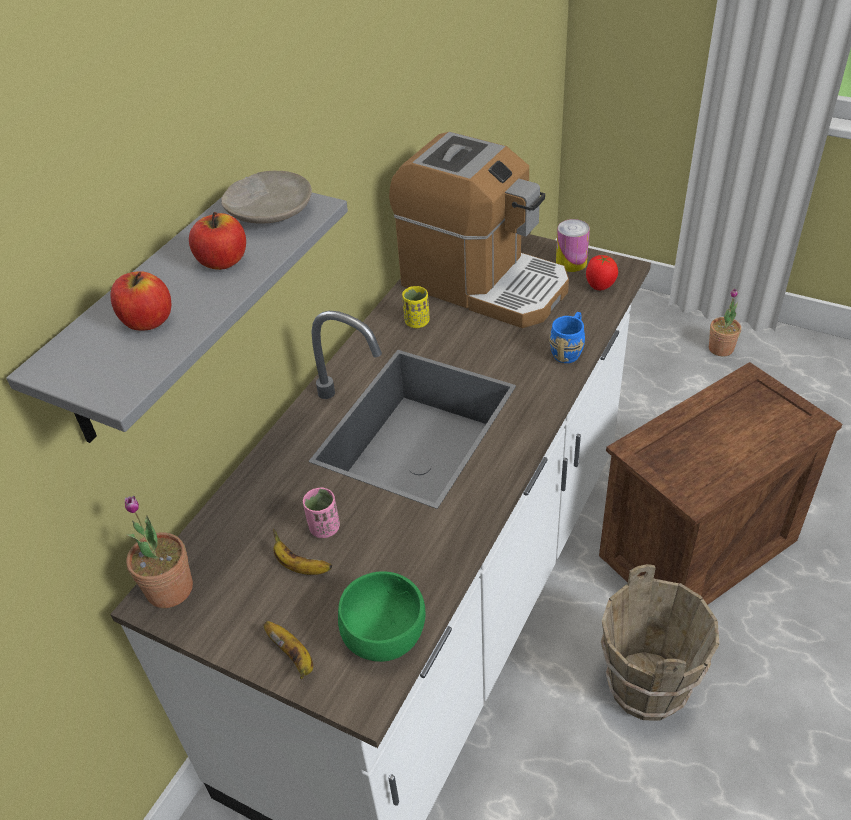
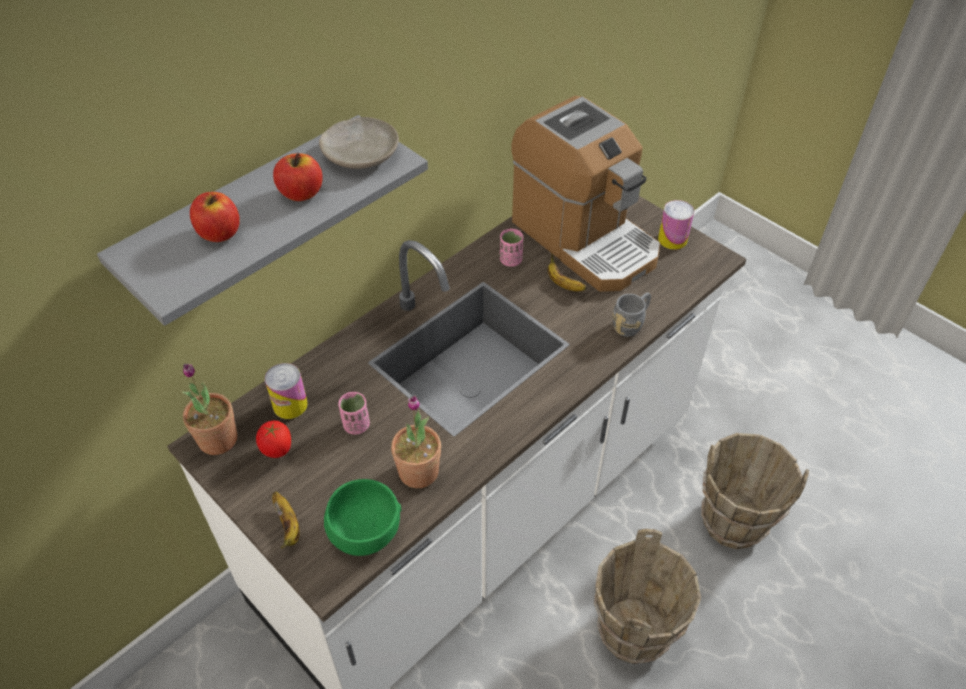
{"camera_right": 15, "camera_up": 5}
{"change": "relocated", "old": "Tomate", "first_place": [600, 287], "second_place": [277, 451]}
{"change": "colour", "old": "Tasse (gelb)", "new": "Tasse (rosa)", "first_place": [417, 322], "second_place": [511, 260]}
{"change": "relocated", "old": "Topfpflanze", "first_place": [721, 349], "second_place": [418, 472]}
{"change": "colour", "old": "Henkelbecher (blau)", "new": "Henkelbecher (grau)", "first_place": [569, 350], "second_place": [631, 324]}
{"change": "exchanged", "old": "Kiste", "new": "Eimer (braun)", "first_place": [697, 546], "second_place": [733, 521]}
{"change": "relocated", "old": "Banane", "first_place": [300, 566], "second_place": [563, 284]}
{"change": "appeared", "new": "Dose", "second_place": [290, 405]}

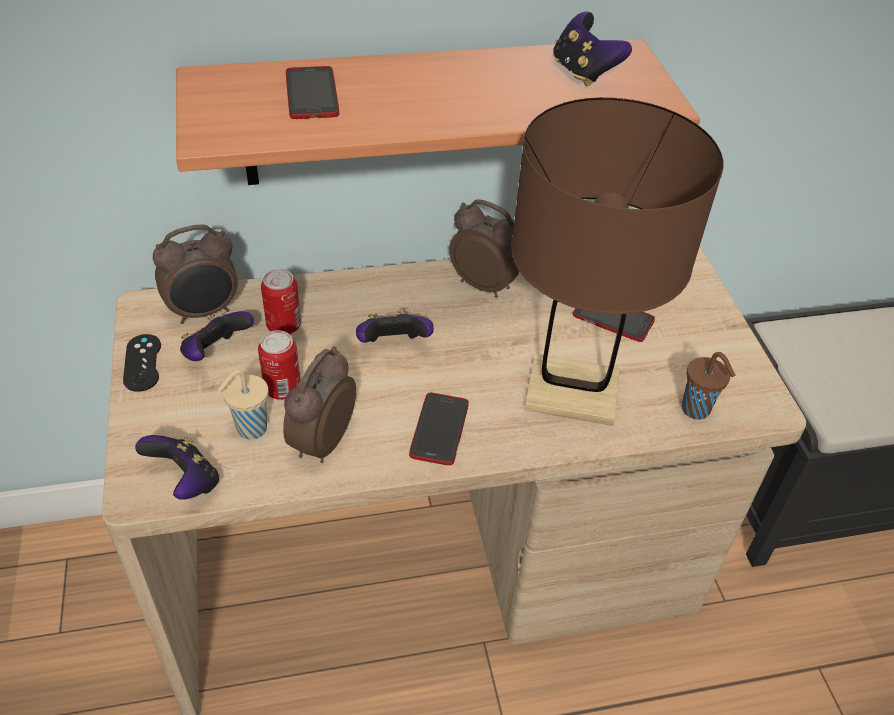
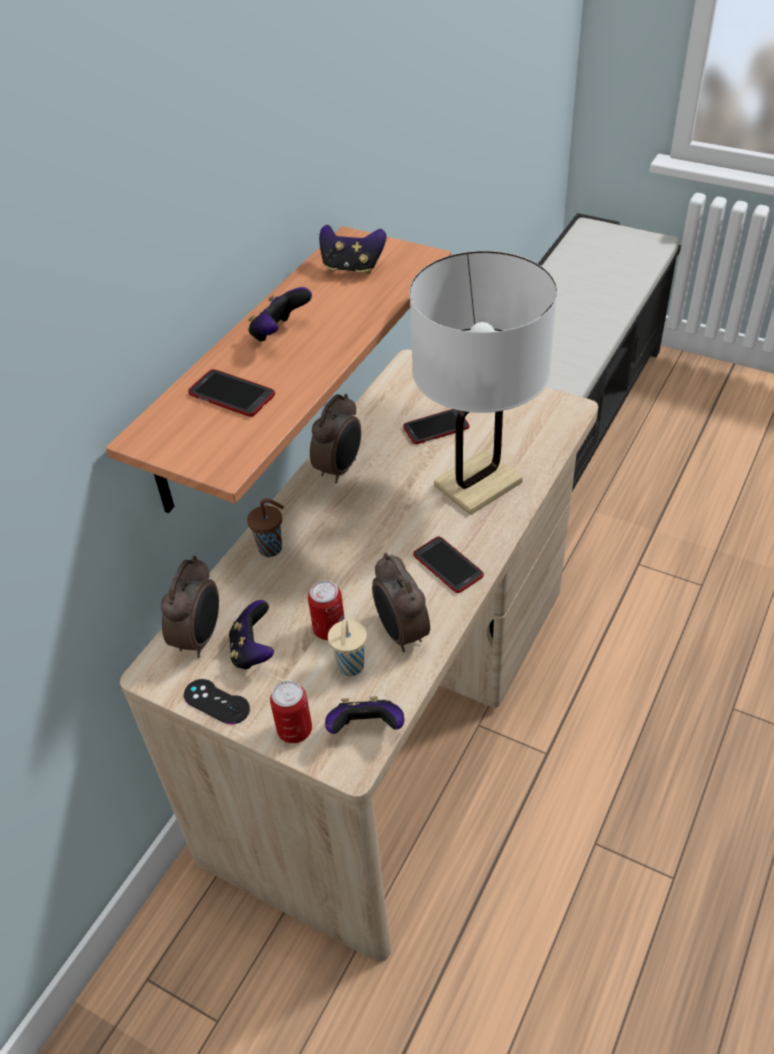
{"camera_right": -45, "camera_up": 0}
{"change": "colour", "old": "Tischlampe (braun)", "new": "Tischlampe (weiß)", "first_place": [571, 392], "second_place": [478, 484]}
{"change": "spun", "old": "Wecker", "first_place": [484, 284], "second_place": [340, 469], "degrees": 135}
{"change": "relocated", "old": "Dose", "first_place": [283, 326], "second_place": [295, 730]}
{"change": "relocated", "old": "Gamepad", "first_place": [393, 345], "second_place": [279, 334]}
{"change": "relocated", "old": "Tasse (braun)", "first_place": [697, 410], "second_place": [272, 548]}

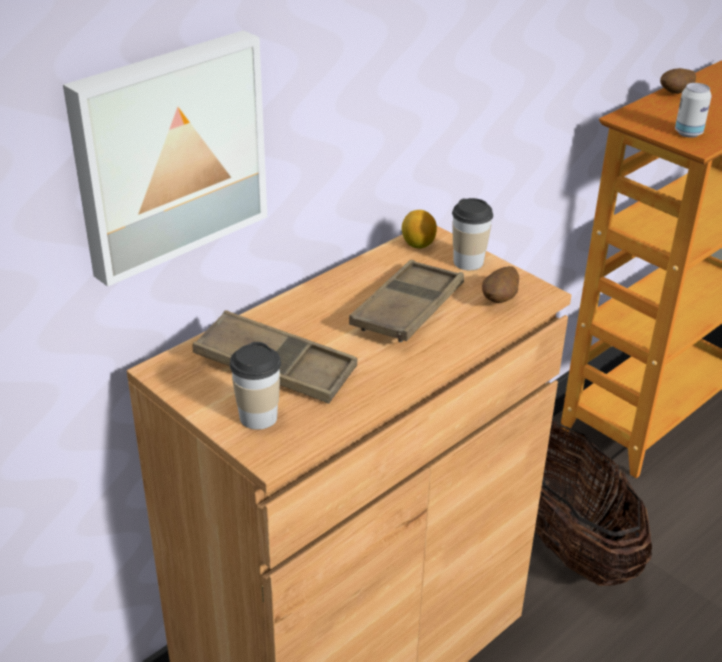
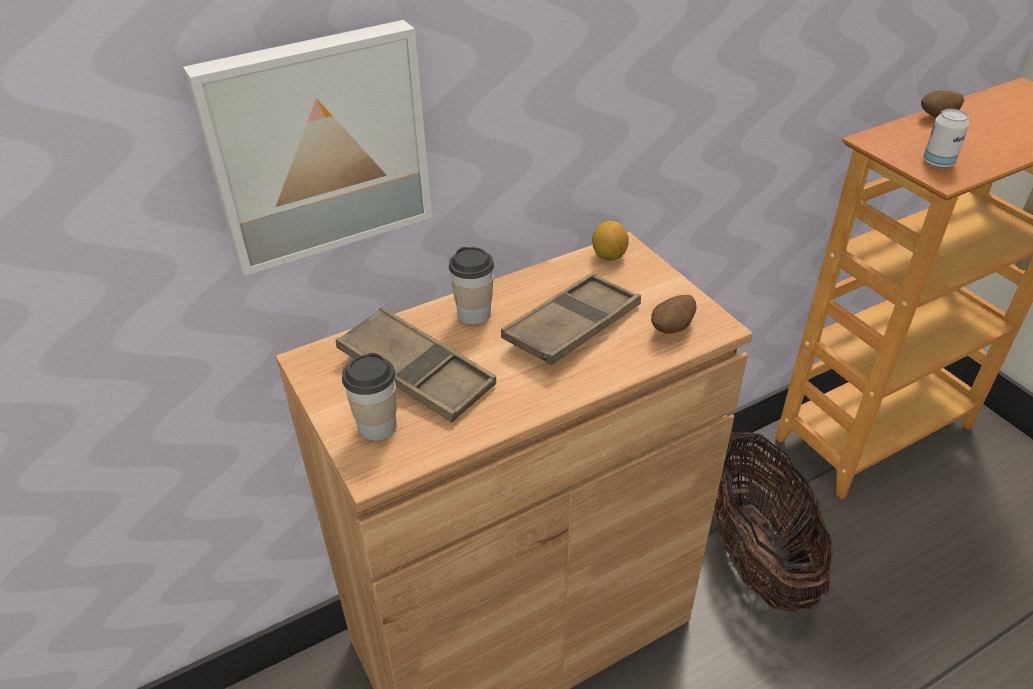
{"camera_right": 15, "camera_up": 5}
{"change": "relocated", "old": "Tasse", "first_place": [468, 262], "second_place": [474, 314]}

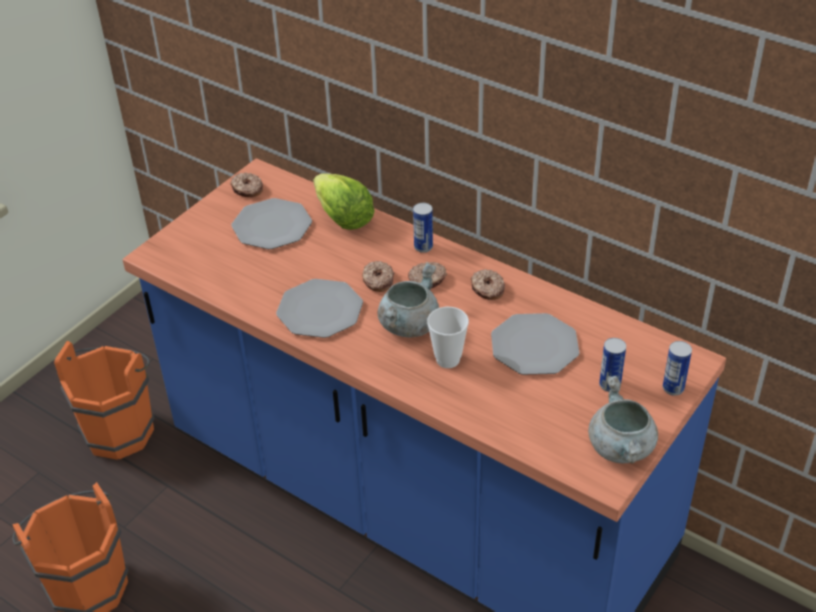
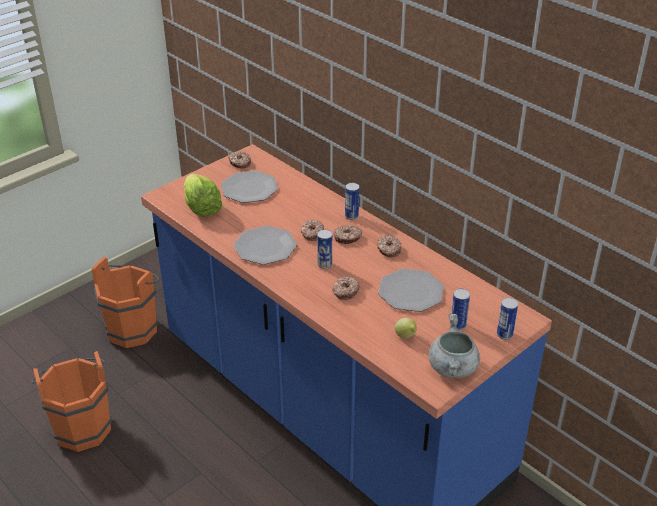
{"camera_right": 10, "camera_up": -5}
{"change": "relocated", "old": "Salatkopf", "first_place": [343, 218], "second_place": [201, 208]}
{"change": "exchanged", "old": "Kochtopf (grau)", "new": "Dose", "first_place": [408, 324], "second_place": [324, 264]}
{"change": "exchanged", "old": "Tasse", "new": "Donut", "first_place": [448, 359], "second_place": [345, 291]}
{"change": "appeared", "new": "Zitrone", "second_place": [406, 337]}

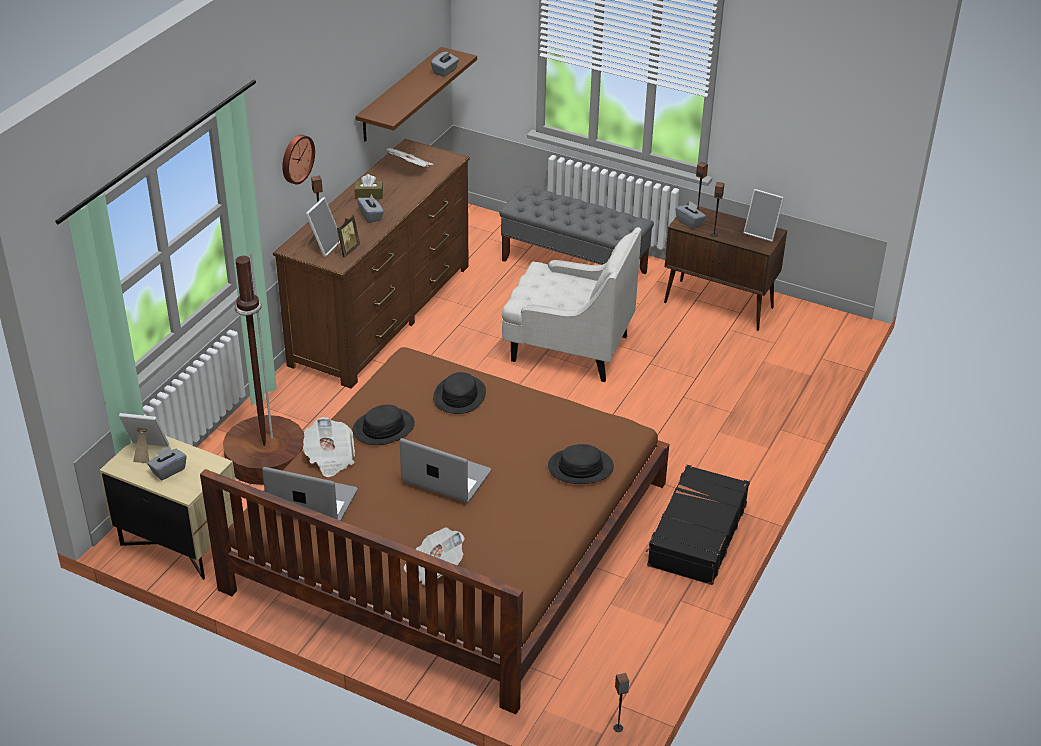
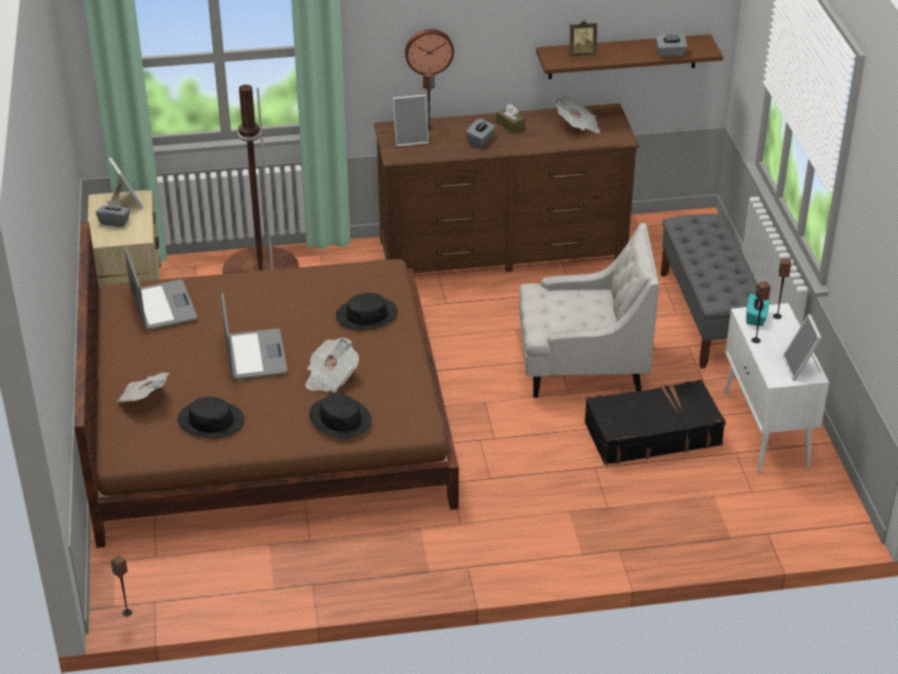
{"camera_right": 55, "camera_up": 0}
{"change": "colour", "old": "Taschentuchbox (grau)", "new": "Taschentuchbox (türkis)", "first_place": [689, 222], "second_place": [756, 318]}
{"change": "colour", "old": "Schrank (braun)", "new": "Schrank (weiß)", "first_place": [719, 305], "second_place": [766, 430]}
{"change": "relocated", "old": "Bilderrahmen", "first_place": [346, 250], "second_place": [581, 54]}
{"change": "spun", "old": "Sessel (weiß)", "first_place": [568, 348], "second_place": [581, 368], "degrees": -75}
{"change": "relocated", "old": "Hut (schwarz)", "first_place": [383, 428], "second_place": [211, 421]}
{"change": "relocated", "old": "Zeitung", "first_place": [330, 458], "second_place": [330, 378]}
{"change": "relocated", "old": "Koffer (schwarz)", "first_place": [696, 535], "second_place": [652, 433]}

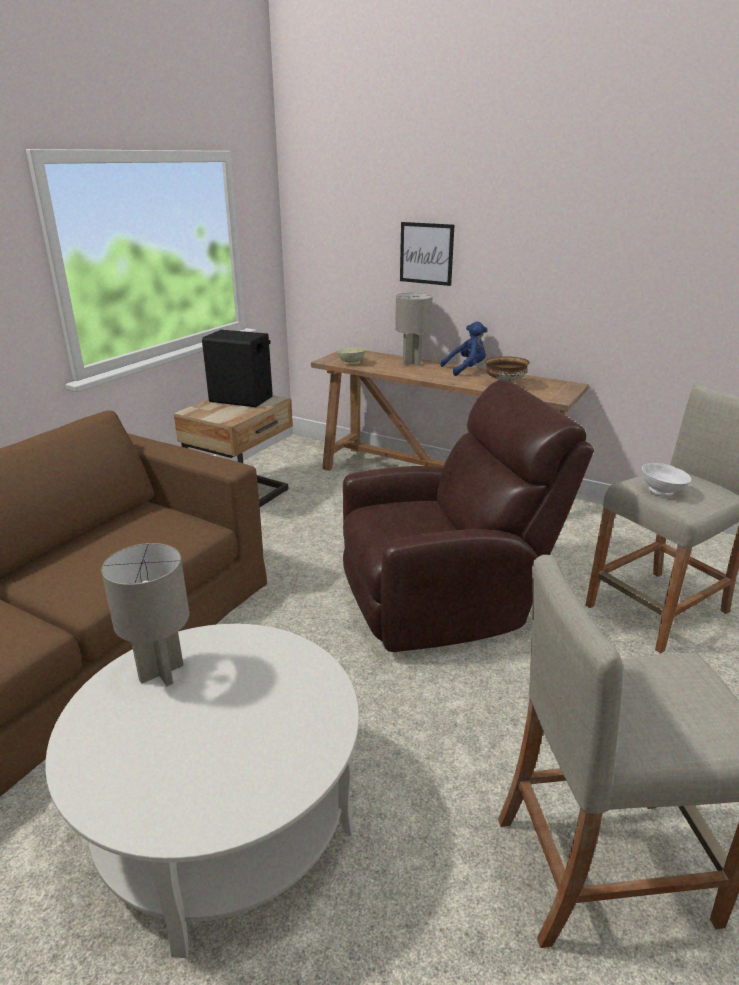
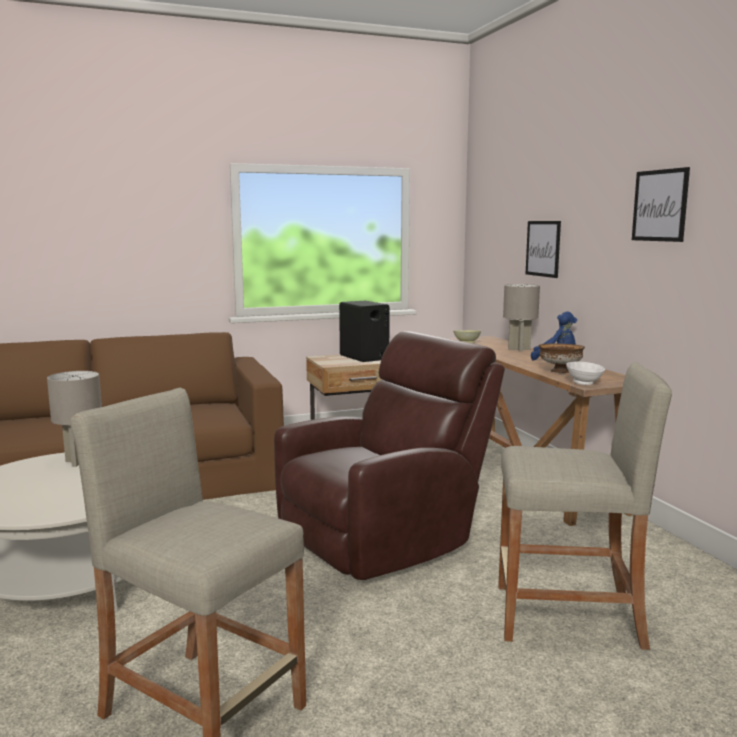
{"camera_right": 40, "camera_up": -15}
{"change": "spun", "old": "Sessel (braun)", "first_place": [445, 600], "second_place": [384, 539], "degrees": -60}
{"change": "relocated", "old": "Schüssel (weiß)", "first_place": [662, 492], "second_place": [584, 383]}
{"change": "appeared", "new": "Bild", "second_place": [660, 205]}

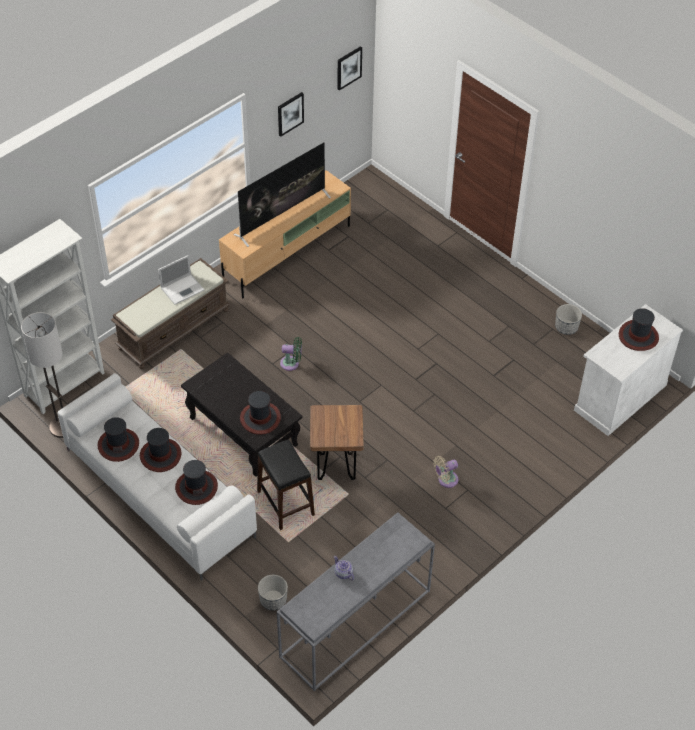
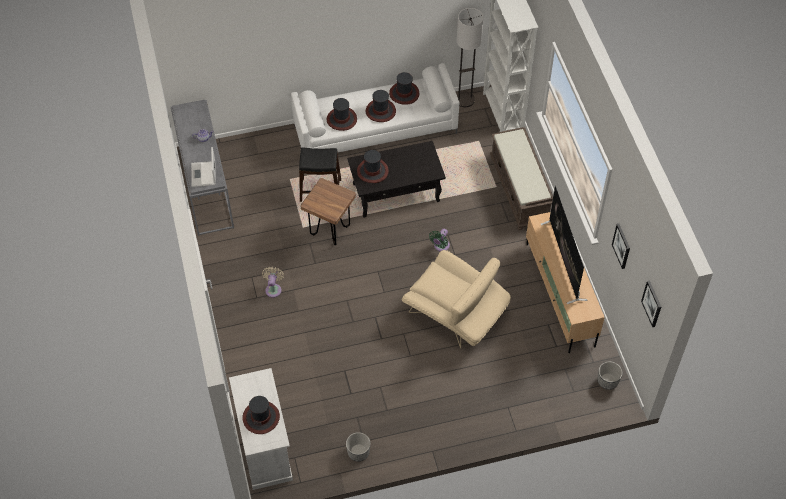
{"camera_right": 120, "camera_up": 5}
{"change": "relocated", "old": "Laptop", "first_place": [183, 288], "second_place": [203, 174]}
{"change": "relocated", "old": "Pflanzkübel", "first_place": [273, 600], "second_place": [607, 381]}
{"change": "appeared", "new": "Sessel (beige)", "second_place": [456, 315]}

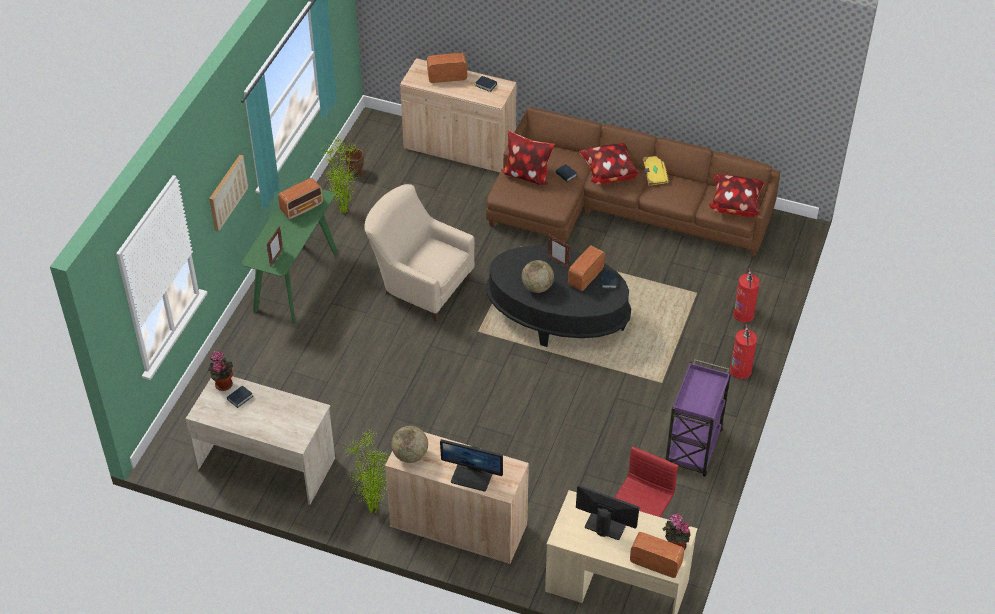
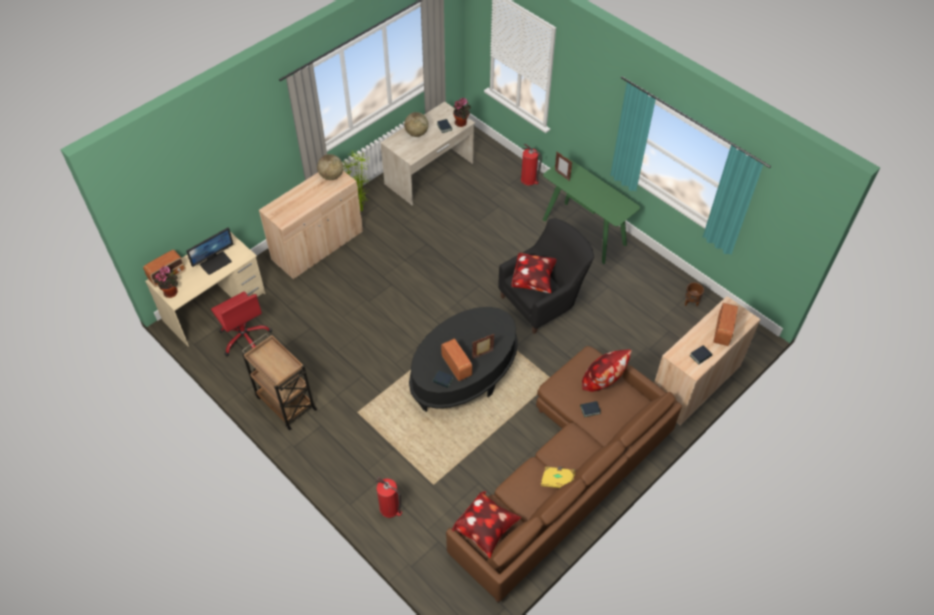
{"camera_right": 115, "camera_up": 5}
{"change": "missing", "old": "Topfpflanze", "first_place": [344, 212]}
{"change": "relocated", "old": "Kissen", "first_place": [608, 173], "second_place": [533, 280]}
{"change": "missing", "old": "Bild", "first_place": [227, 192]}
{"change": "missing", "old": "Radio", "first_place": [302, 208]}
{"change": "colour", "old": "Sessel (beige)", "new": "Sessel (schwarz)", "first_place": [419, 284], "second_place": [543, 300]}
{"change": "relocated", "old": "Globus", "first_place": [537, 287], "second_place": [416, 133]}
{"change": "relocated", "old": "Feuerlöscher", "first_place": [740, 370], "second_place": [529, 180]}
{"change": "colour", "old": "Rollwagen (lila)", "new": "Rollwagen (braun)", "first_place": [693, 449], "second_place": [285, 402]}
{"change": "missing", "old": "Monitor", "first_place": [472, 477]}

